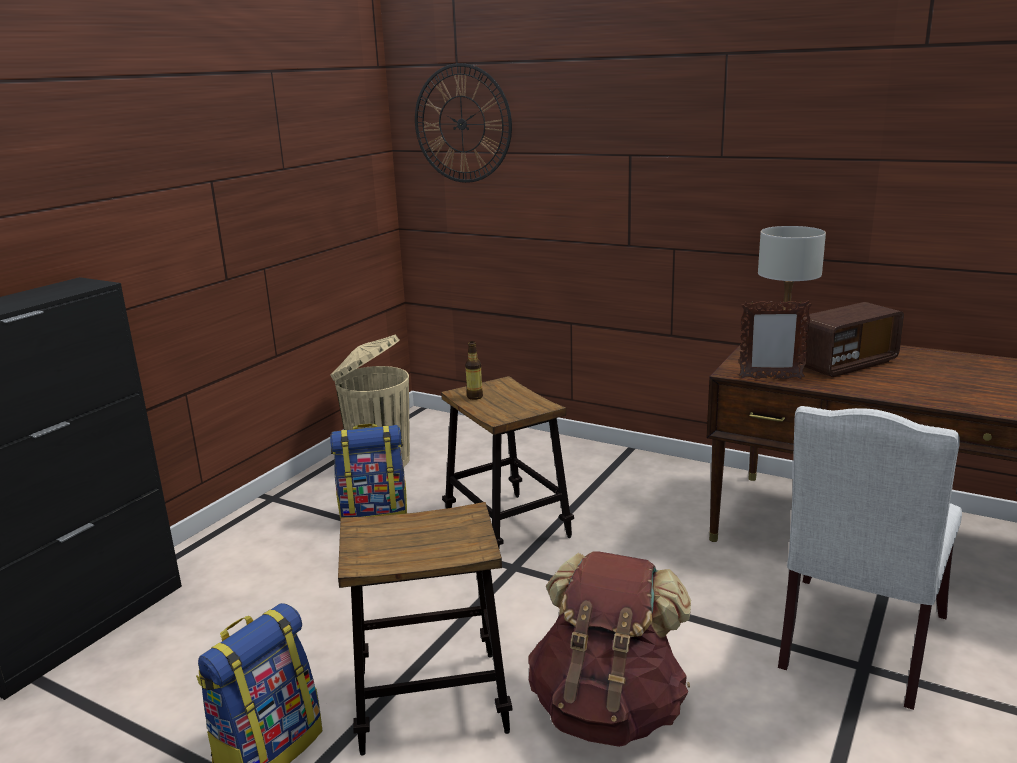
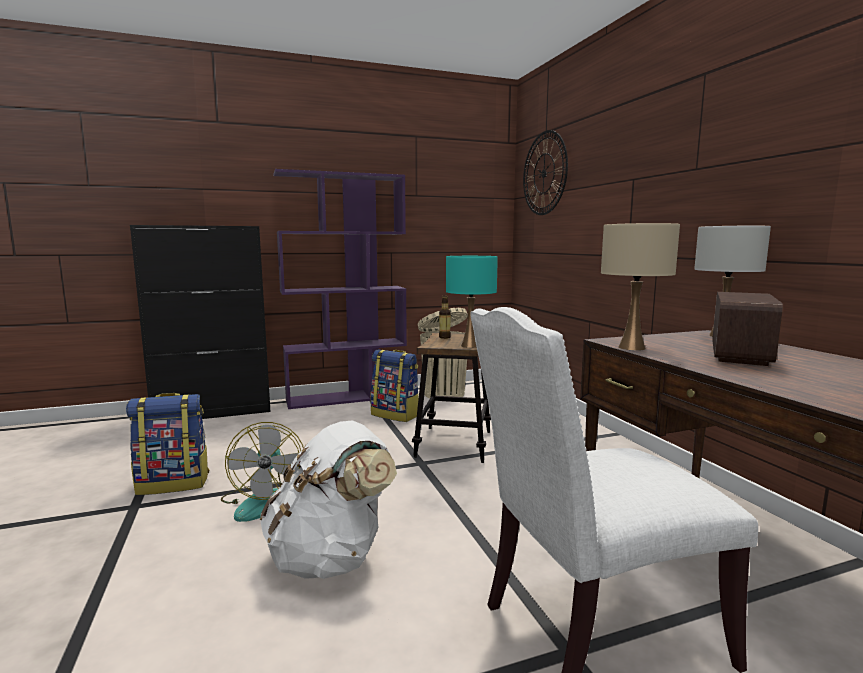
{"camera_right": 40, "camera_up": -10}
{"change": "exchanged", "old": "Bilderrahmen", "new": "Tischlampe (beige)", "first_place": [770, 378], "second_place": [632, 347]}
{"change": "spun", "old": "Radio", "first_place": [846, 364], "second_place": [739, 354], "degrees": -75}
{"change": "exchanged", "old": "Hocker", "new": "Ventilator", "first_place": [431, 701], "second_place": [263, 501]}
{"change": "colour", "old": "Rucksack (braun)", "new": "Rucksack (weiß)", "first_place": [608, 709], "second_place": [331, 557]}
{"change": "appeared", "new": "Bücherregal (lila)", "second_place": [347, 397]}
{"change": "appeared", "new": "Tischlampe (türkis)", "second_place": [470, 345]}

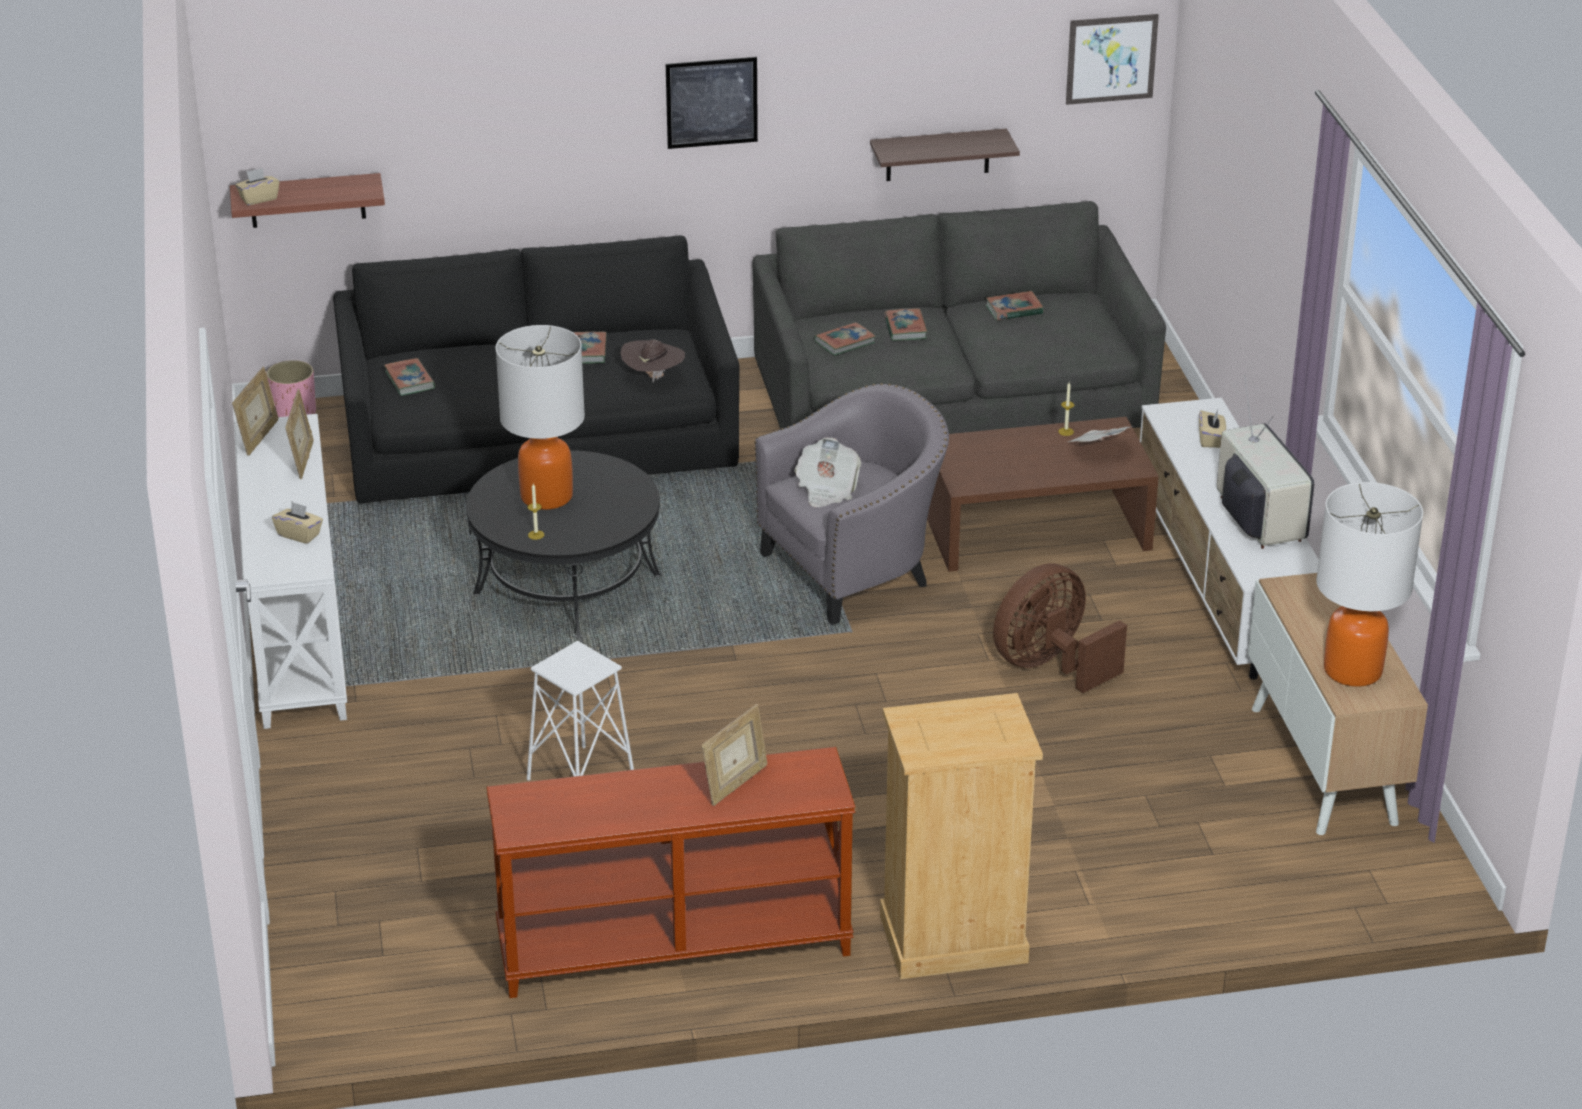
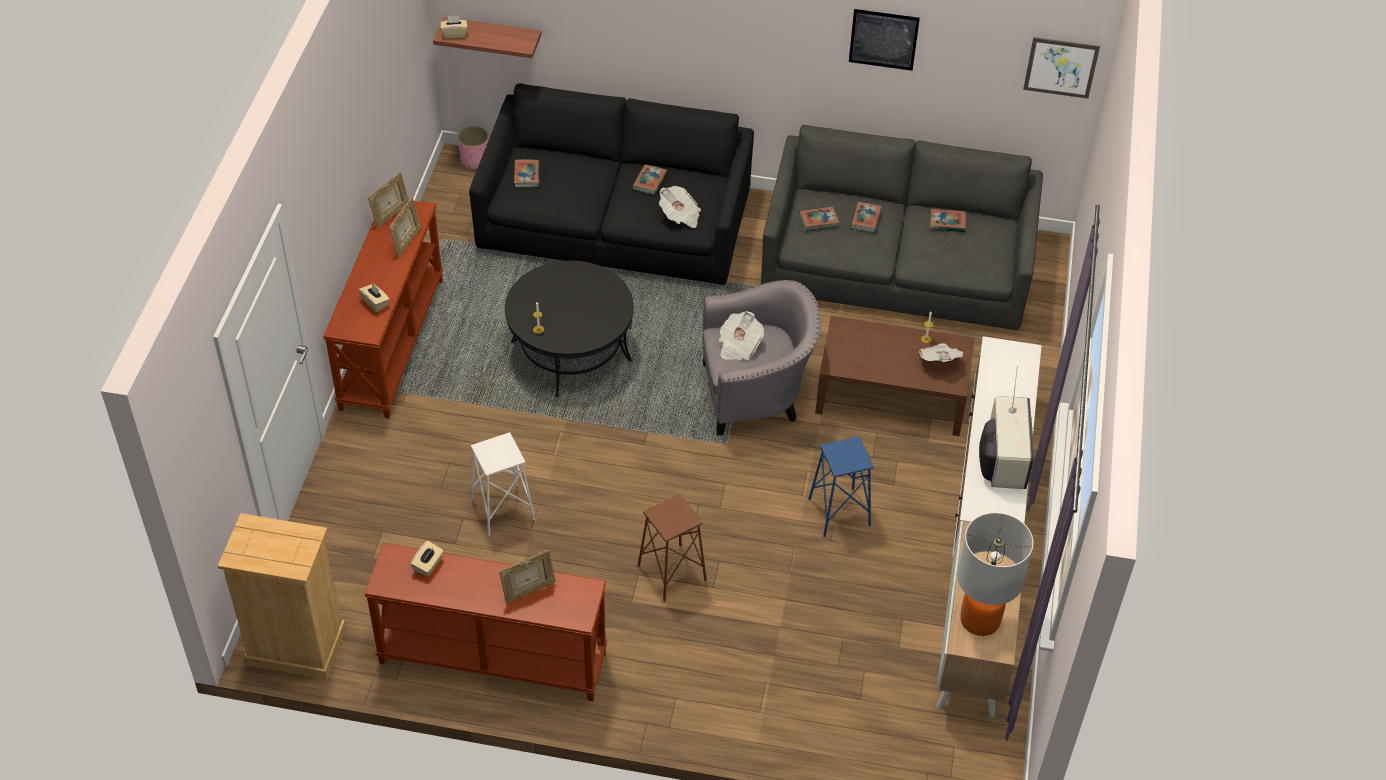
{"camera_right": 20, "camera_up": 15}
{"change": "relocated", "old": "Bild", "first_place": [711, 102], "second_place": [883, 39]}
{"change": "missing", "old": "Wandregal", "first_place": [938, 155]}
{"change": "missing", "old": "Tischlampe", "first_place": [546, 496]}
{"change": "exchanged", "old": "Hut (braun)", "new": "Zeitung", "first_place": [653, 377], "second_place": [680, 215]}
{"change": "relocated", "old": "Taschentuchbox (beige)", "first_place": [1211, 439], "second_place": [428, 565]}
{"change": "colour", "old": "Konsolentisch (weiß)", "new": "Konsolentisch (braun)", "first_place": [296, 636], "second_place": [391, 342]}
{"change": "exchanged", "old": "Ventilator (braun)", "new": "Hocker (blau)", "first_place": [1050, 666], "second_place": [838, 512]}
{"change": "relocated", "old": "Kommode (beige)", "first_place": [952, 939], "second_place": [296, 646]}
{"change": "appeared", "new": "Hocker (braun)", "second_place": [672, 572]}

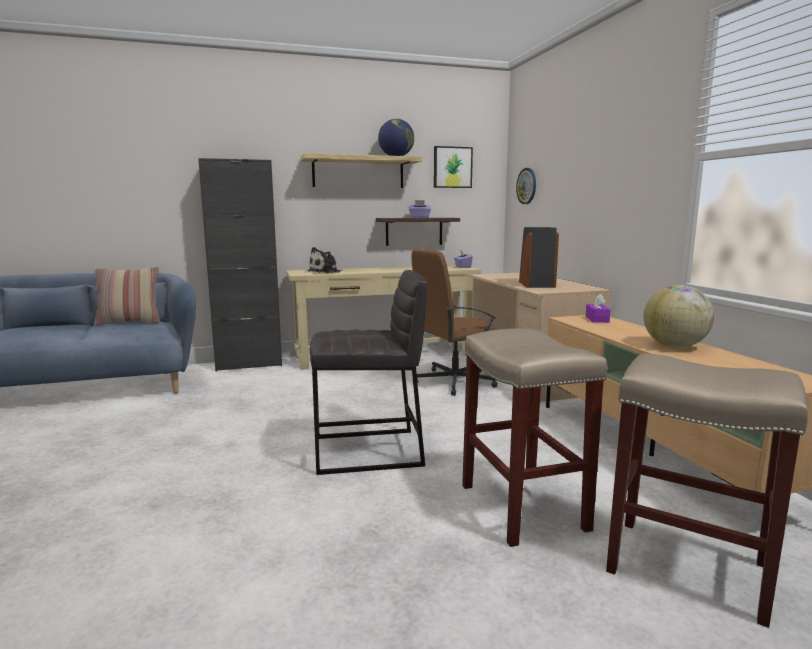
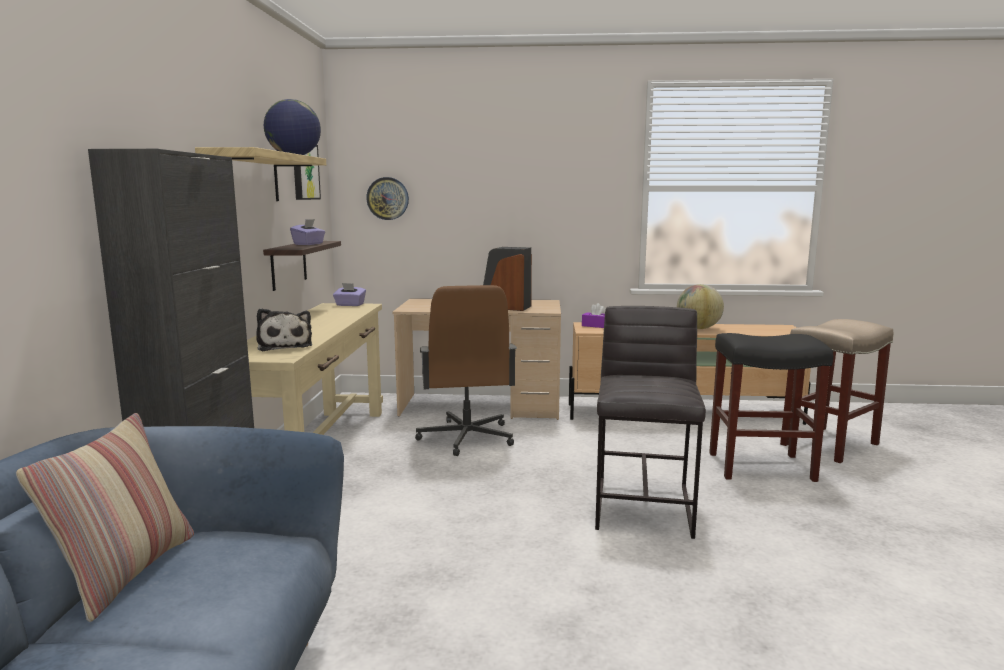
{"camera_right": -70, "camera_up": 0}
{"change": "colour", "old": "Hocker (beige)", "new": "Hocker (schwarz)", "first_place": [520, 506], "second_place": [759, 467]}

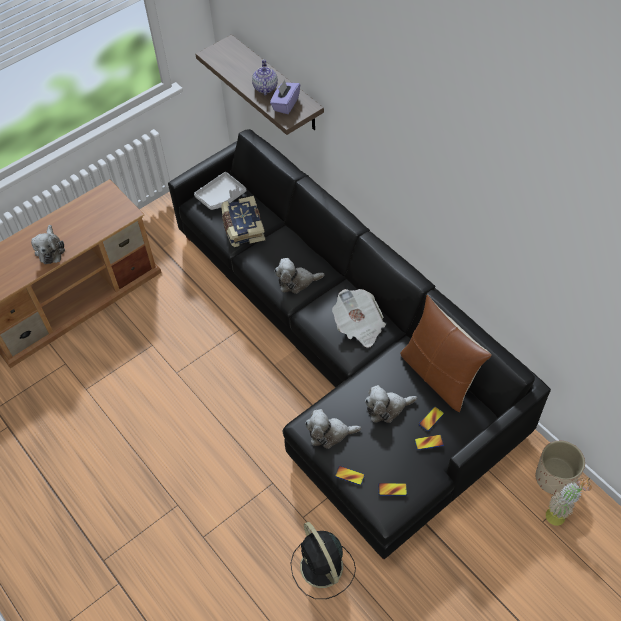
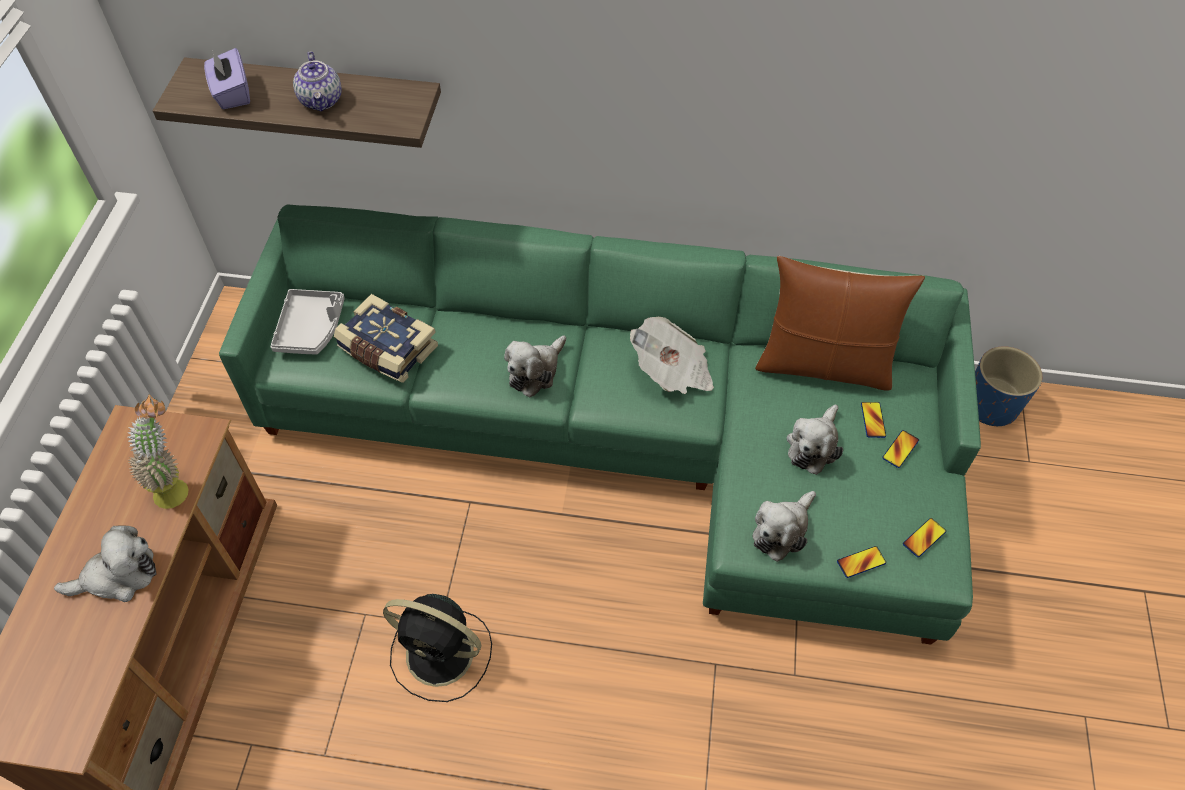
{"camera_right": -45, "camera_up": 0}
{"change": "spun", "old": "Teekanne", "first_place": [265, 87], "second_place": [322, 100], "degrees": -150}
{"change": "relocated", "old": "Taschentuchbox (lila)", "first_place": [285, 104], "second_place": [232, 93]}
{"change": "colour", "old": "Sofa (schwarz)", "new": "Sofa (grün)", "first_place": [345, 354], "second_place": [635, 434]}
{"change": "spun", "old": "Plüschtier", "first_place": [50, 250], "second_place": [118, 576], "degrees": -60}
{"change": "colour", "old": "Pflanzkübel (beige)", "new": "Pflanzkübel (blau)", "first_place": [554, 478], "second_place": [990, 405]}
{"change": "relocated", "old": "Topfpflanze", "first_place": [559, 514], "second_place": [176, 486]}
{"change": "relocated", "old": "Ventilator (schwarz)", "first_place": [322, 568], "second_place": [443, 654]}

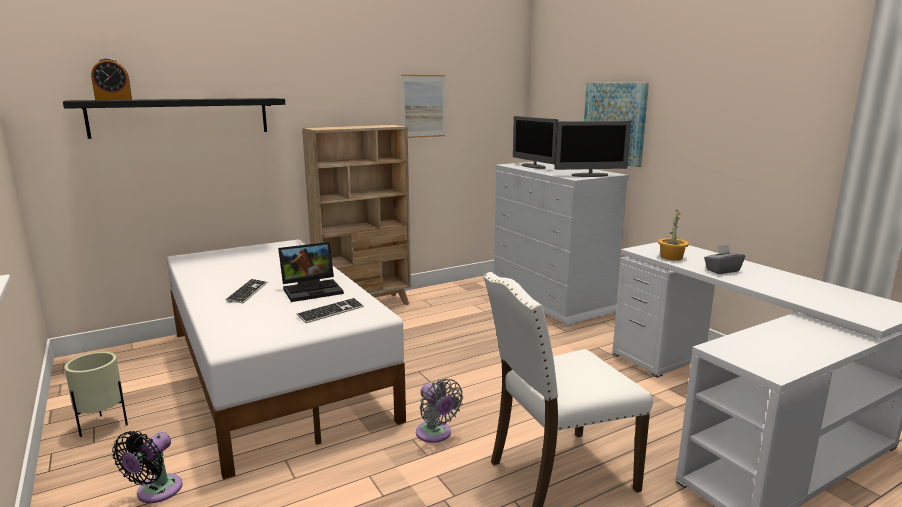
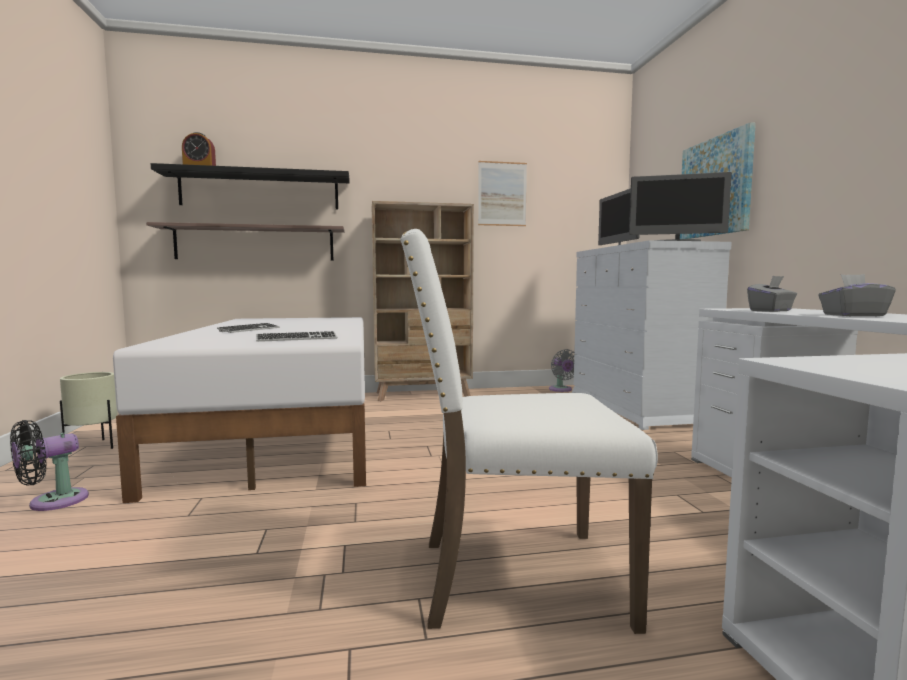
{"camera_right": 20, "camera_up": -10}
{"change": "exchanged", "old": "Topfpflanze", "new": "Taschentuchbox (grau)", "first_place": [671, 257], "second_place": [771, 311]}
{"change": "missing", "old": "Laptop", "first_place": [313, 289]}
{"change": "relocated", "old": "Ventilator (grau)", "first_place": [435, 434], "second_place": [561, 390]}
{"change": "appeared", "new": "Wandregal", "second_place": [255, 243]}

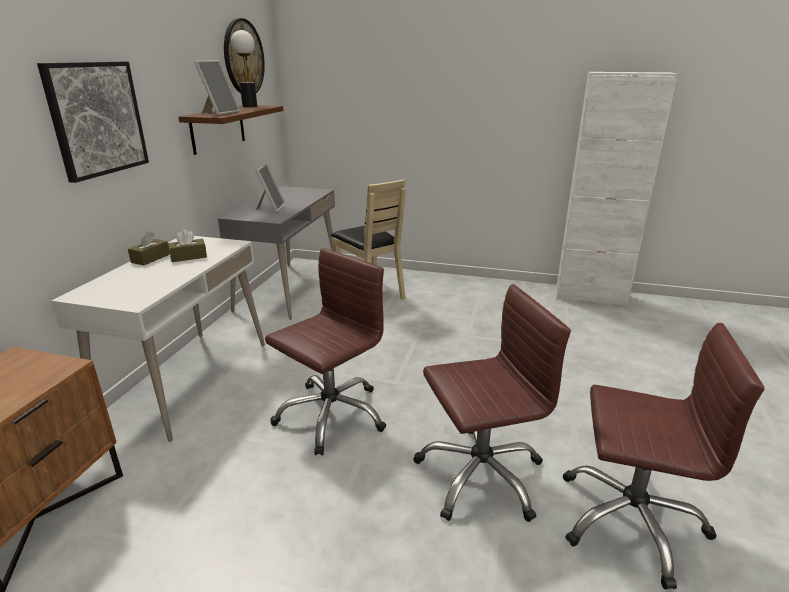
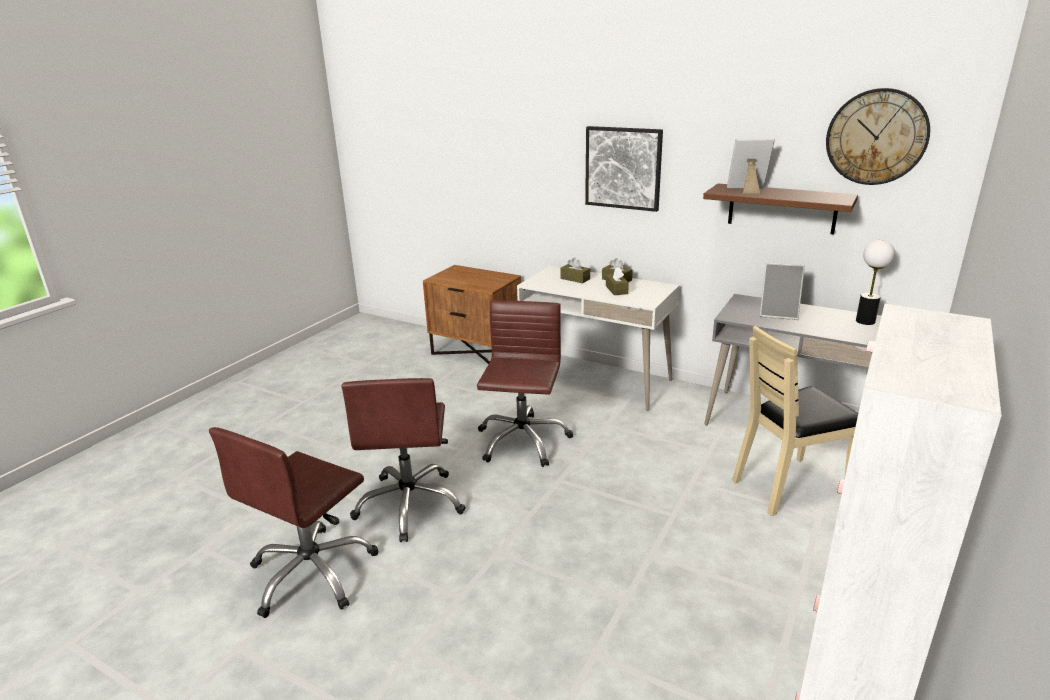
{"camera_right": 105, "camera_up": 0}
{"change": "relocated", "old": "Tischlampe", "first_place": [249, 106], "second_place": [865, 321]}
{"change": "spun", "old": "Bilderrahmen", "first_place": [219, 113], "second_place": [747, 190], "degrees": 150}
{"change": "spun", "old": "Bürostuhl (braun)", "first_place": [331, 415], "second_place": [522, 441], "degrees": -135}
{"change": "appeared", "new": "Taschentuchbox (braun)", "second_place": [575, 279]}

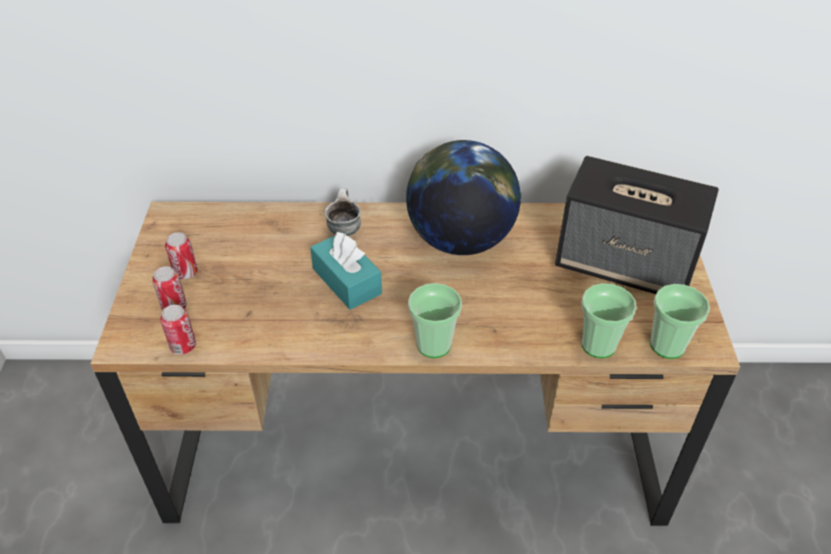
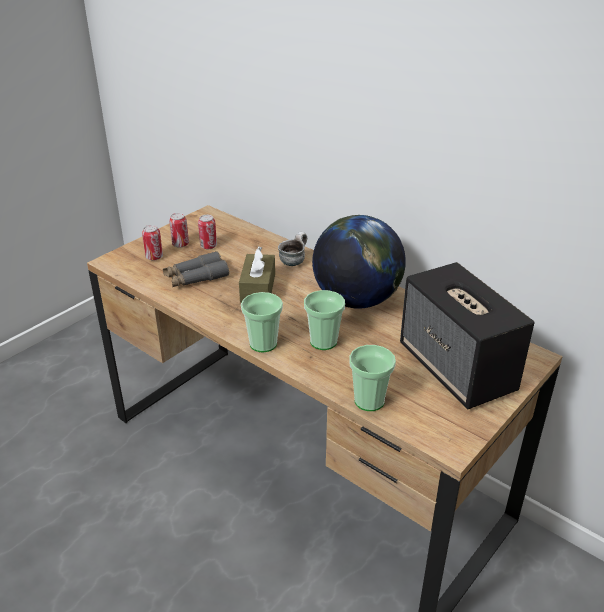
{"camera_right": 40, "camera_up": -10}
{"change": "colour", "old": "Taschentuchbox (türkis)", "new": "Taschentuchbox (braun)", "first_place": [346, 281], "second_place": [258, 288]}
{"change": "relocated", "old": "Tasse", "first_place": [667, 345], "second_place": [323, 342]}
{"change": "relocated", "old": "Dose", "first_place": [183, 346], "second_place": [208, 246]}
{"change": "appeared", "new": "Fernglas (grau)", "second_place": [196, 277]}

